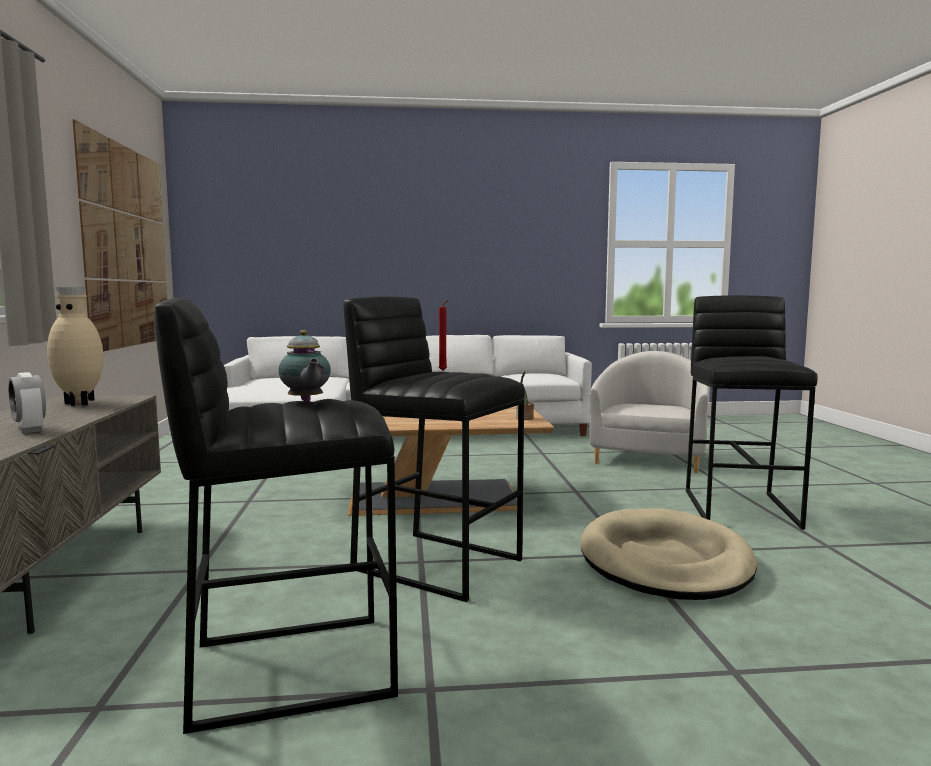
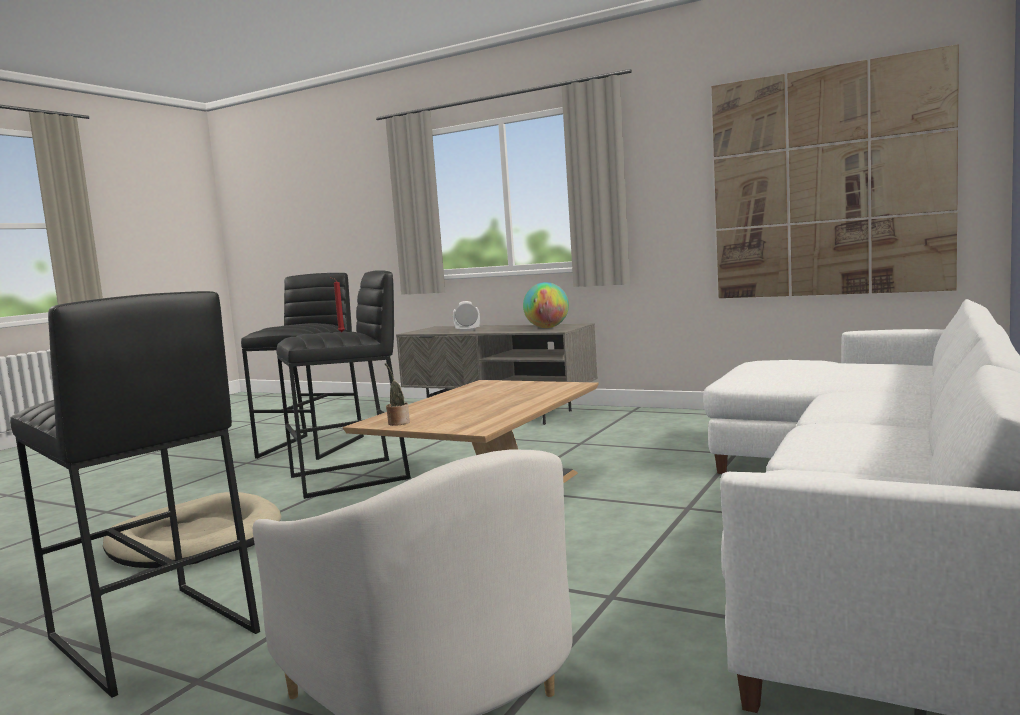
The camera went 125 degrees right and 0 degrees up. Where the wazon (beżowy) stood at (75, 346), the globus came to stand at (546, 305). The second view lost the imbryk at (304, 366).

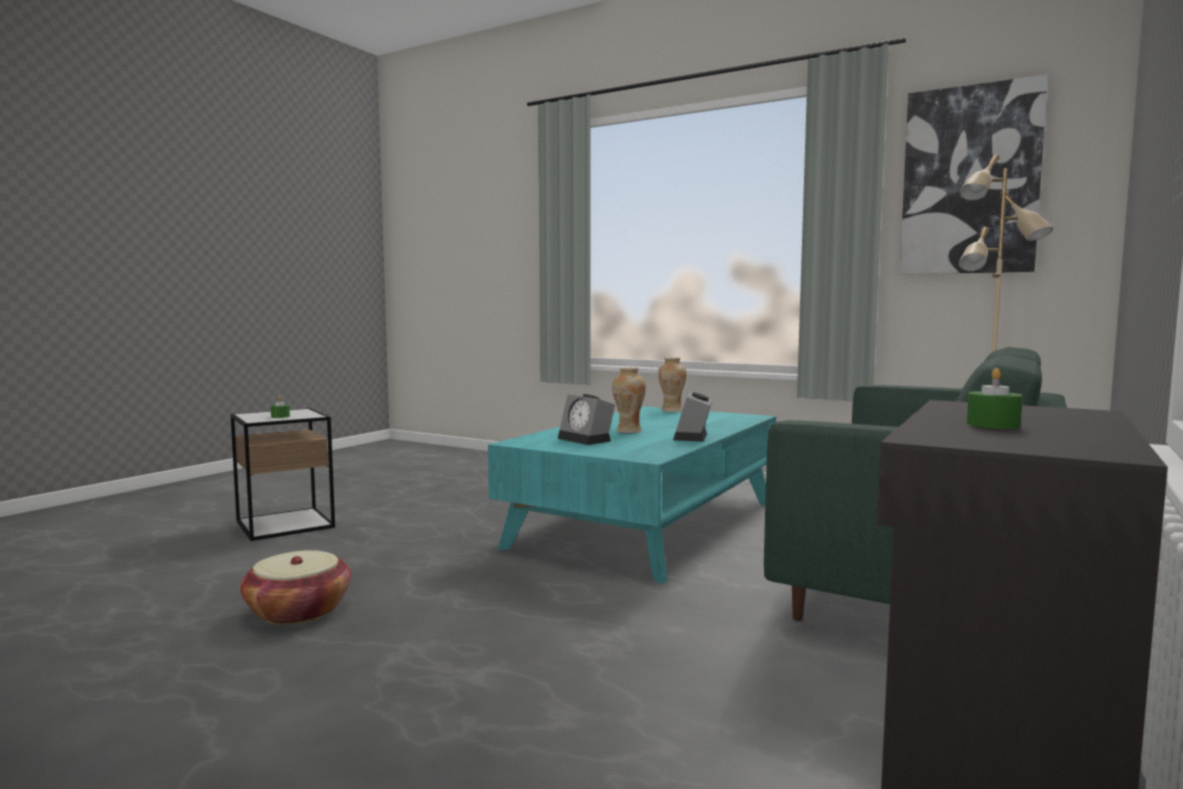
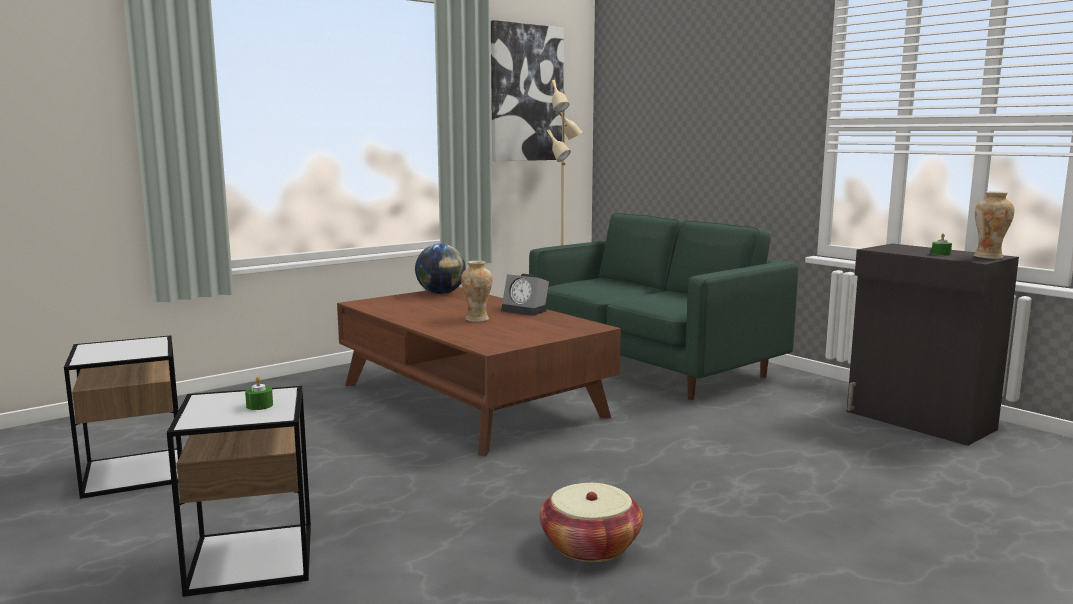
The camera went 70 degrees left and 5 degrees up. The second view gained the stolik at (123, 417). What was the ława (turkusowy) at (632, 495) turned into the ława (brązowy) at (479, 371). The second view gained the globus at (440, 269). The wazon ended up elsewhere, having gone from (672, 384) to (994, 225). The second view lost the budzik at (586, 419).

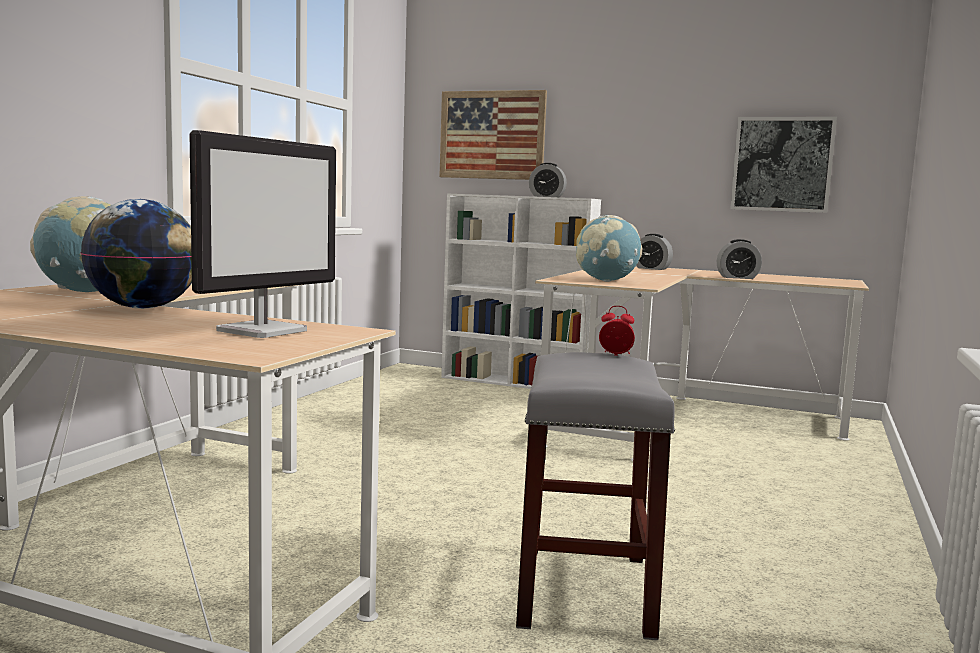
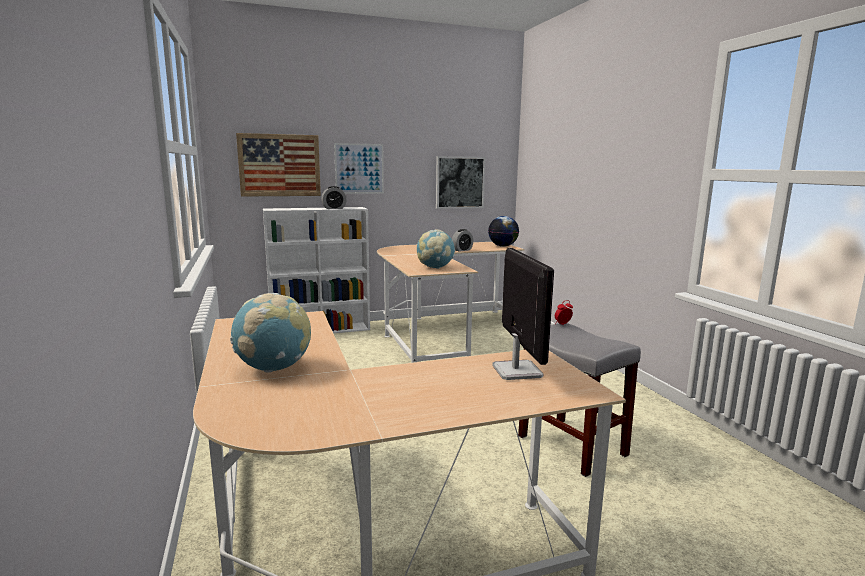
The camera went 40 degrees left and 5 degrees up. The second view gained the obraz at (359, 168). The globus ended up elsewhere, having gone from (136, 254) to (503, 231). The second view lost the budzik at (654, 252).

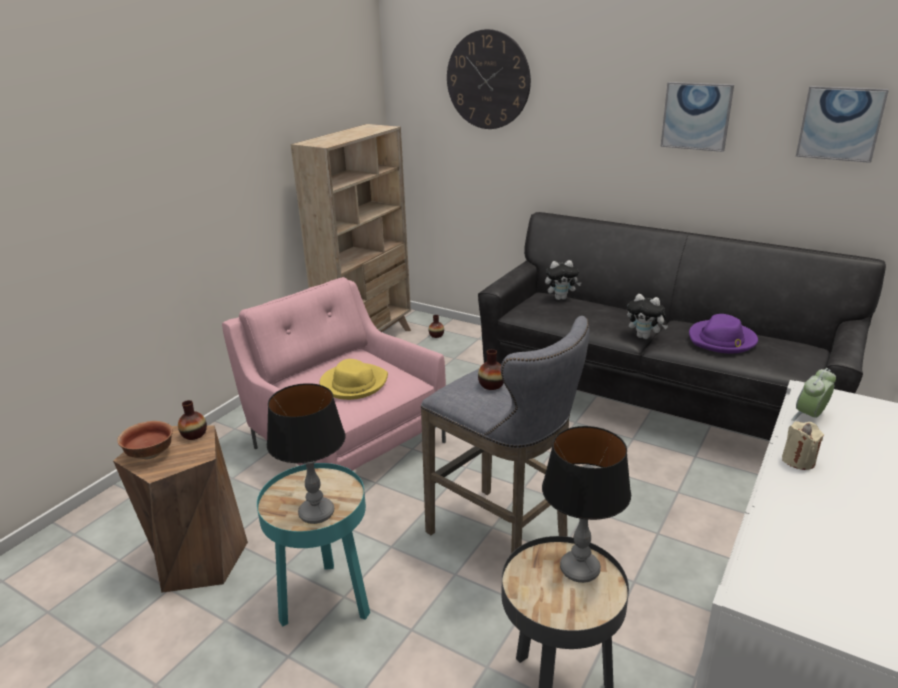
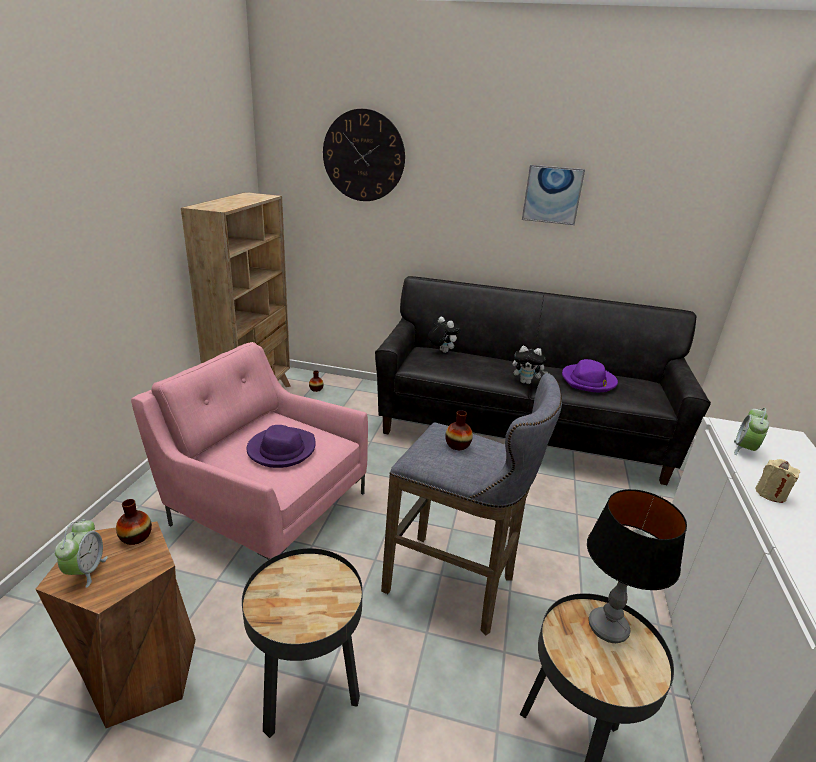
The camera went 20 degrees left and 0 degrees up. Where the miska stood at (145, 440), the budzik came to stand at (81, 553). What was the stolik (turkusowy) at (313, 545) turned into the stolik (czarny) at (302, 643). What was the kapelusz (żółty) at (353, 379) turned into the kapelusz (fioletowy) at (281, 446). The pluszak at (563, 280) ended up facing another way, 105 degrees counterclockwise from before. The second view lost the lampa stołowa at (306, 453). The second view lost the obraz at (842, 124).

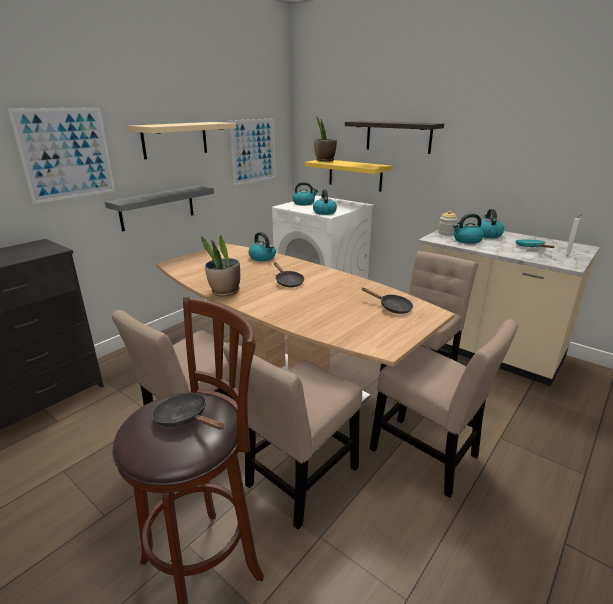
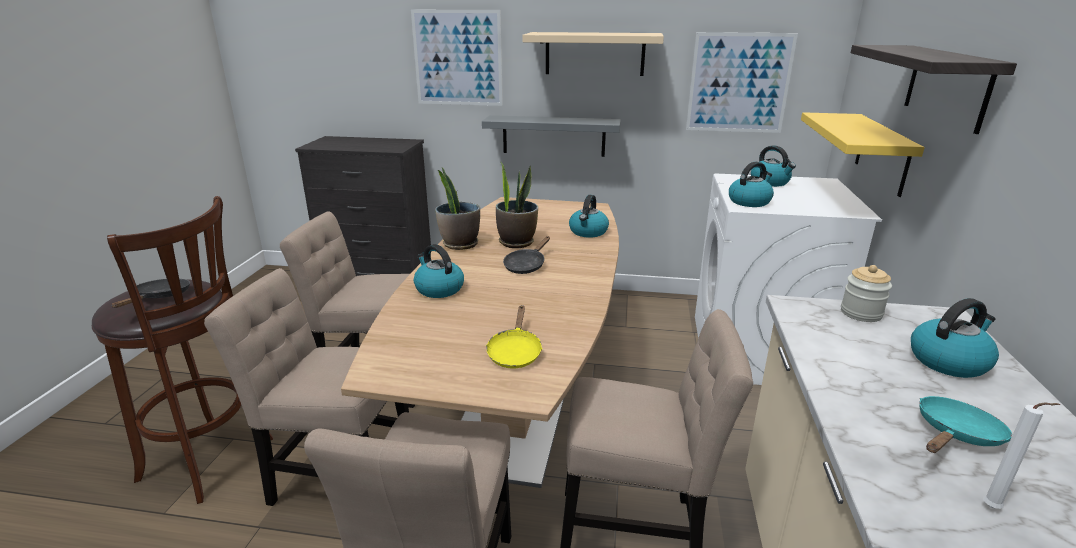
The camera went 60 degrees right and 0 degrees up. The czajnik ended up elsewhere, having gone from (468, 228) to (439, 271). What was the patelnia (czarny) at (387, 301) turned into the patelnia (żółty) at (514, 336). The roślina doniczkowa ended up elsewhere, having gone from (325, 139) to (517, 205).

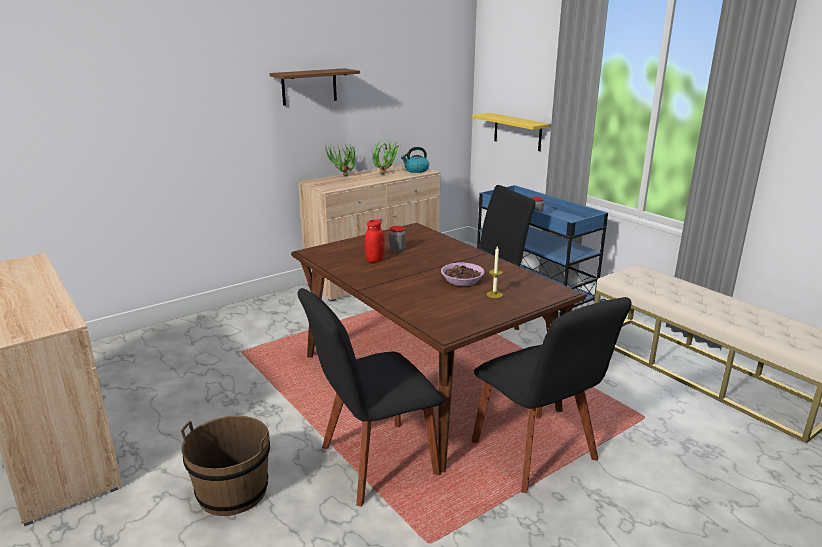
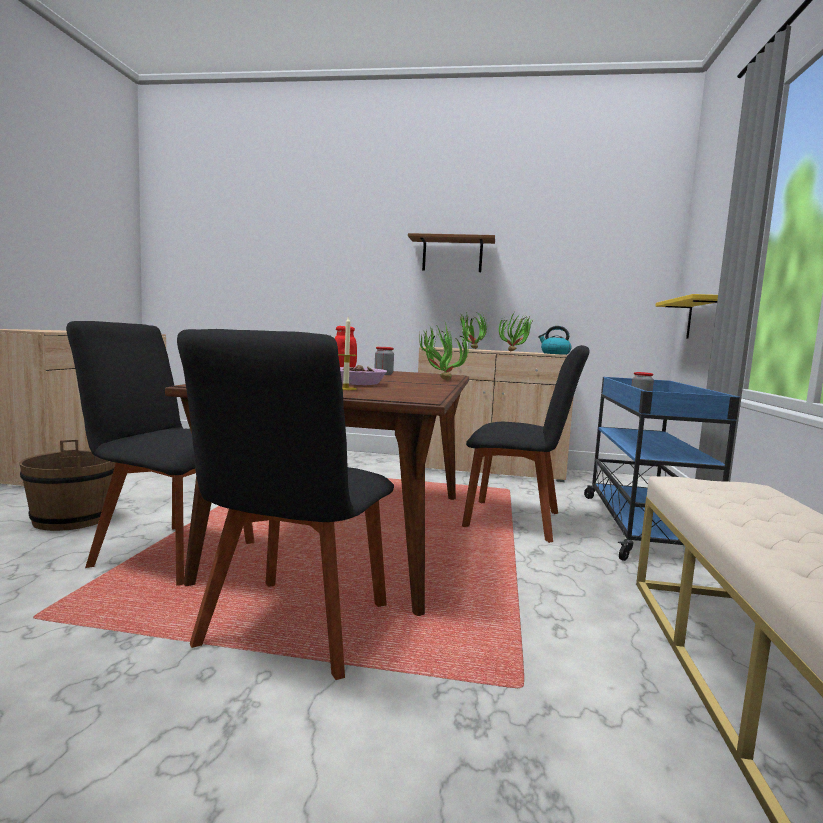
The camera went 45 degrees right and 15 degrees down. The second view gained the roślina doniczkowa at (444, 351).

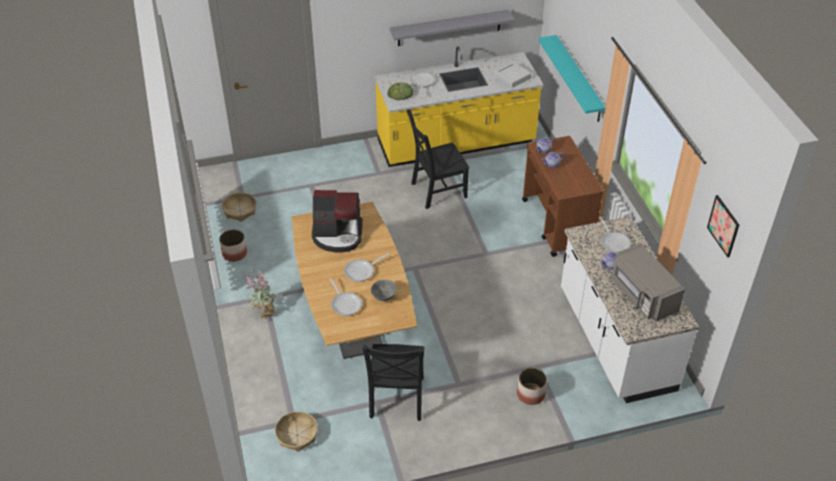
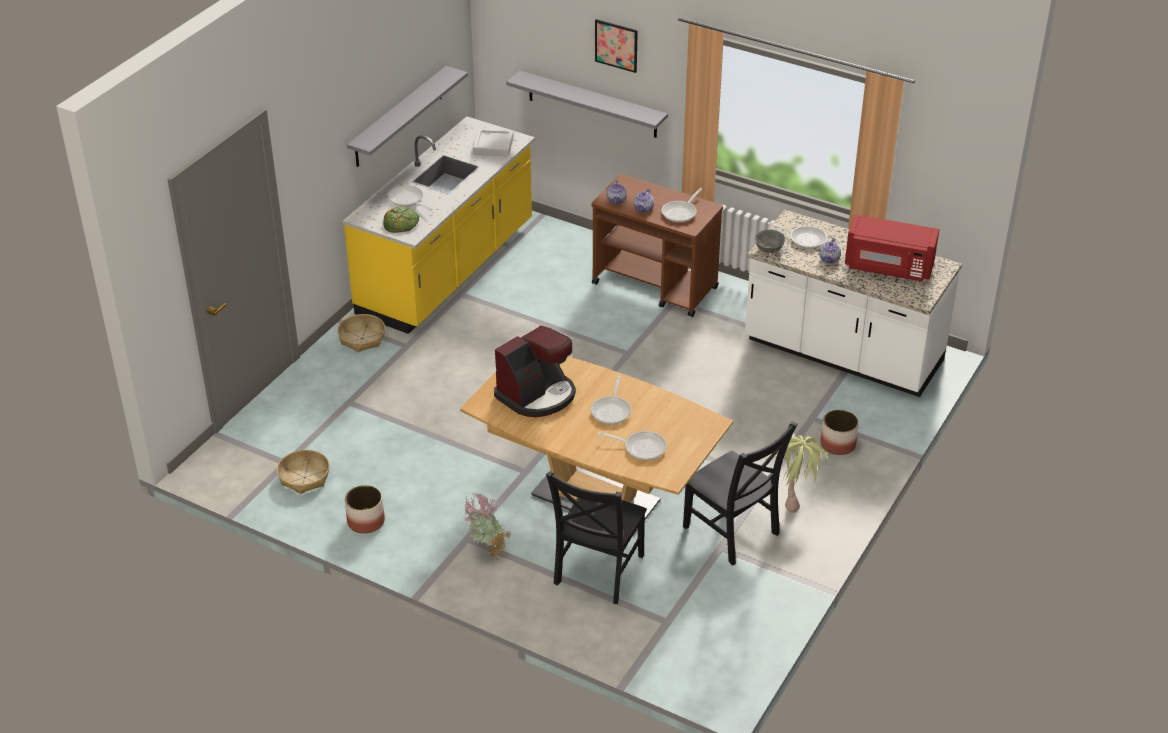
The camera went 45 degrees left and 5 degrees down. The koszyk ended up elsewhere, having gone from (296, 431) to (361, 333). What was the półka (turkusowy) at (572, 78) turned into the półka (szary) at (587, 104). The krzesło (czarny) ended up elsewhere, having gone from (438, 159) to (596, 537). The obraz ended up elsewhere, having gone from (723, 226) to (616, 46). The second view gained the patelnia at (681, 205). The miska (szary) ended up elsewhere, having gone from (384, 291) to (769, 241). The second view gained the roślina doniczkowa at (800, 474). What was the mikrofalówka (szary) at (648, 282) turned into the mikrofalówka (czerwony) at (892, 247).

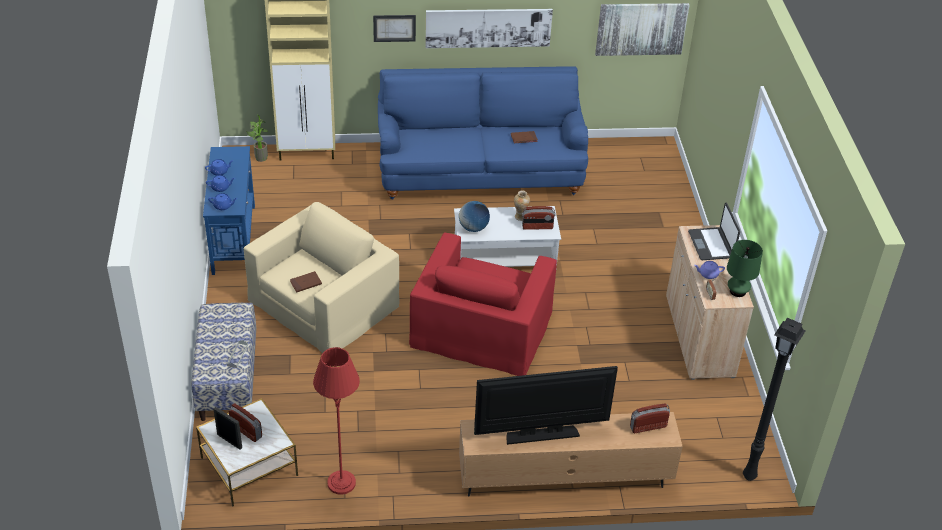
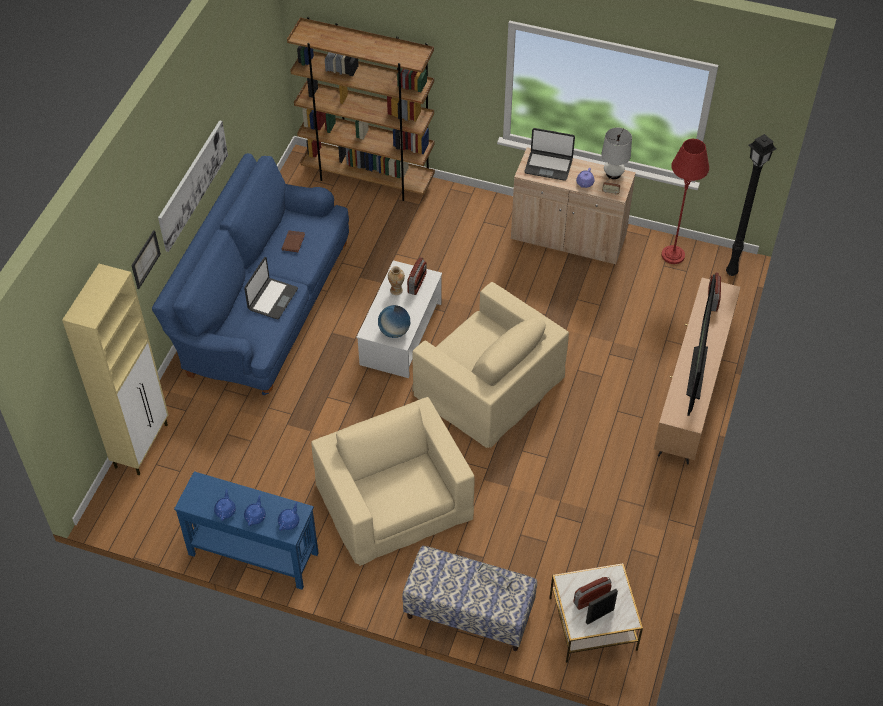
The camera went 65 degrees left and 10 degrees up. The second view gained the laptop at (271, 288). The second view gained the regał (brązowy) at (361, 109). What was the fotel (czerwony) at (483, 304) turned into the fotel (beżowy) at (490, 365). What was the lampa stołowa (zielony) at (745, 268) turned into the lampa stołowa (biały) at (616, 153). The lampa stojąca (czerwony) ended up elsewhere, having gone from (336, 421) to (685, 201). The second view lost the roślina doniczkowa at (257, 138). The second view lost the książka (brązowy) at (306, 282). The second view lost the obraz at (642, 29).

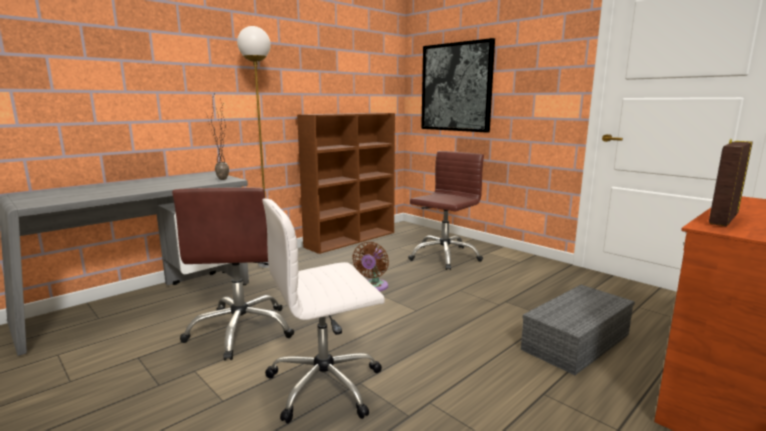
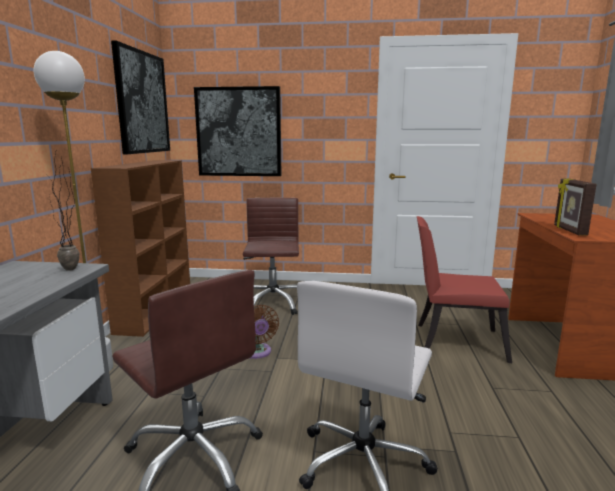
The camera went 40 degrees left and 0 degrees up. The second view gained the obraz at (140, 97). Where the pojemnik do przechowywania (szary) stood at (578, 330), the krzesło (czerwony) came to stand at (464, 289).

